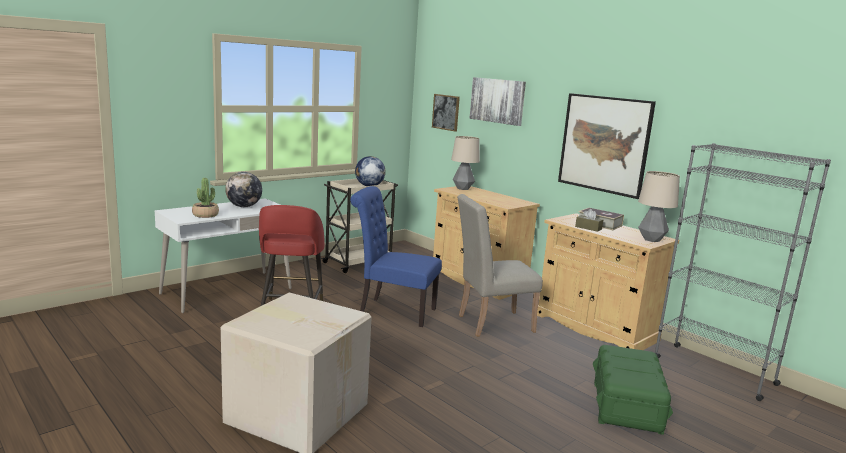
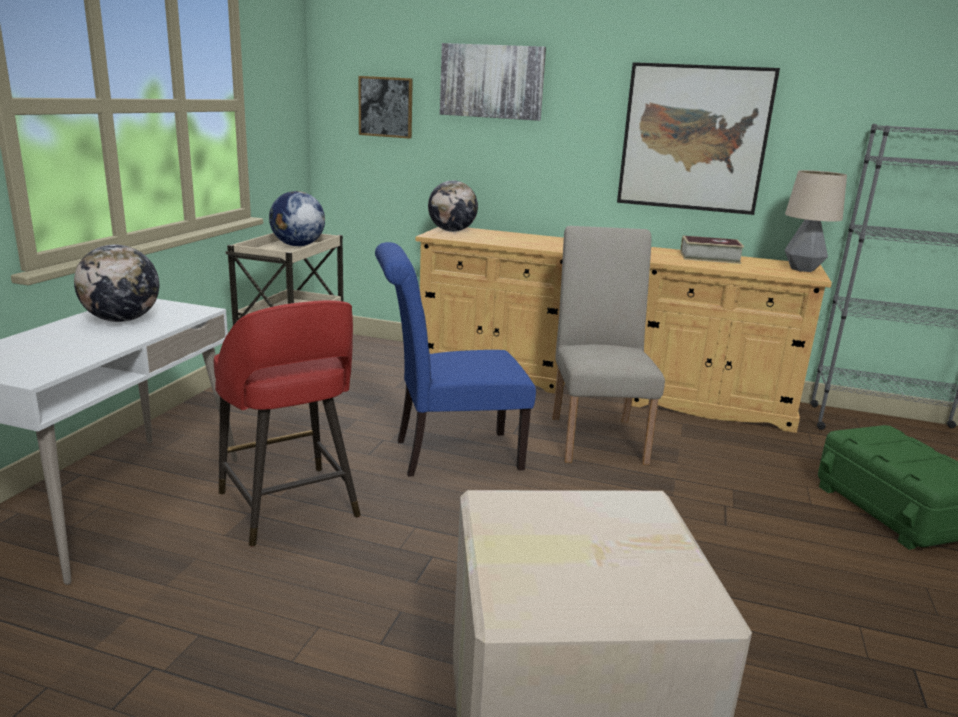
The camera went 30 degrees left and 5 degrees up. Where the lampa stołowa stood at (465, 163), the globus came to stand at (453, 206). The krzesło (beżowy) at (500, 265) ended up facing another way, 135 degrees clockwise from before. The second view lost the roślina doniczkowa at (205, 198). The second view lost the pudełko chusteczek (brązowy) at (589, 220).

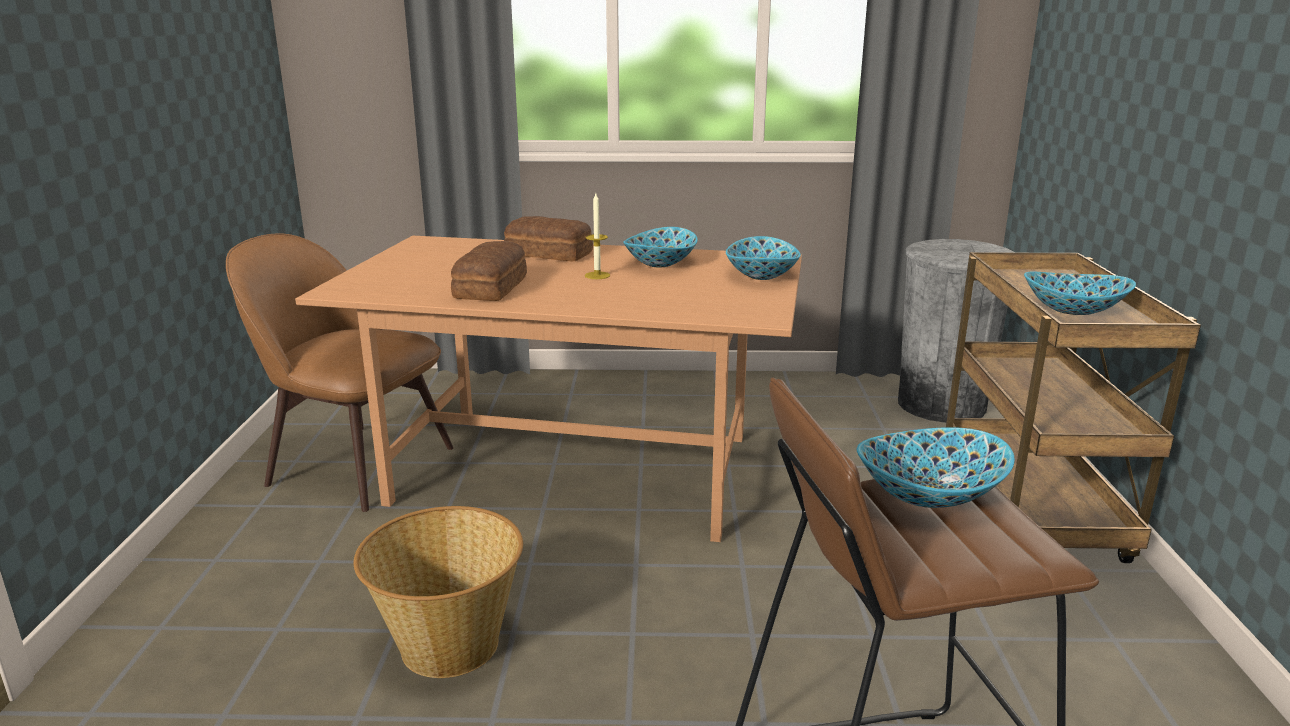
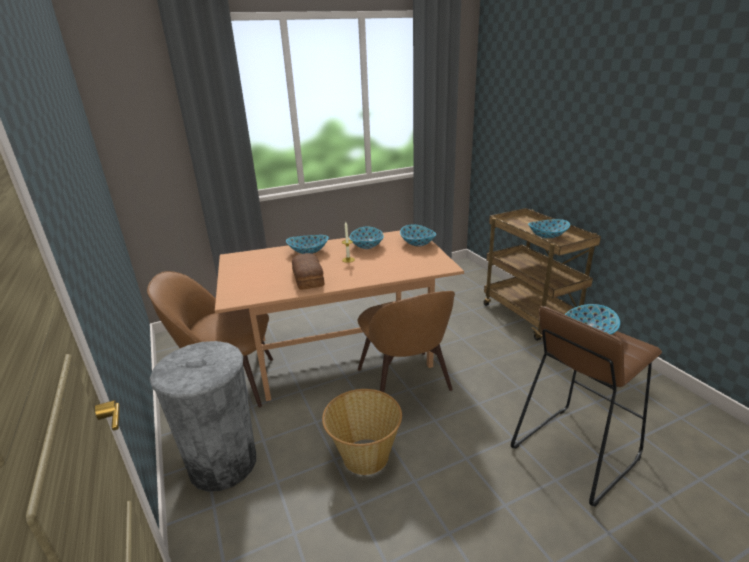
The camera went 25 degrees left and 5 degrees up. The kosz na śmieci (szary) ended up elsewhere, having gone from (956, 331) to (203, 416). Where the chleb stood at (548, 238), the miska came to stand at (307, 244). The second view gained the krzesło (brązowy) at (406, 341).

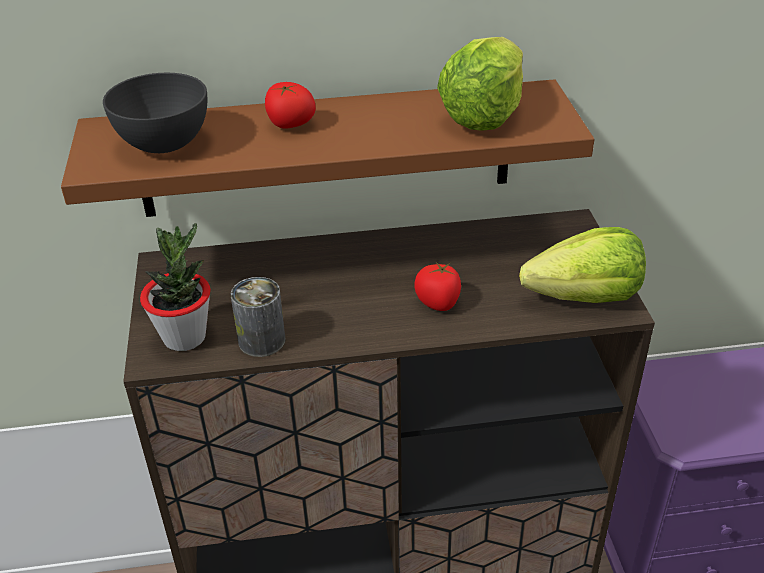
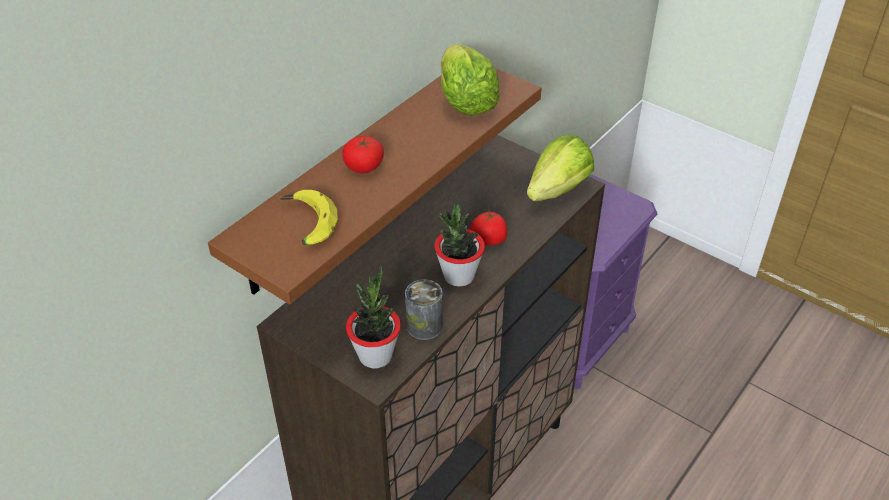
The camera went 45 degrees left and 5 degrees up. Where the miska (szary) stood at (155, 113), the banan came to stand at (309, 217). The second view gained the roślina doniczkowa at (459, 245).

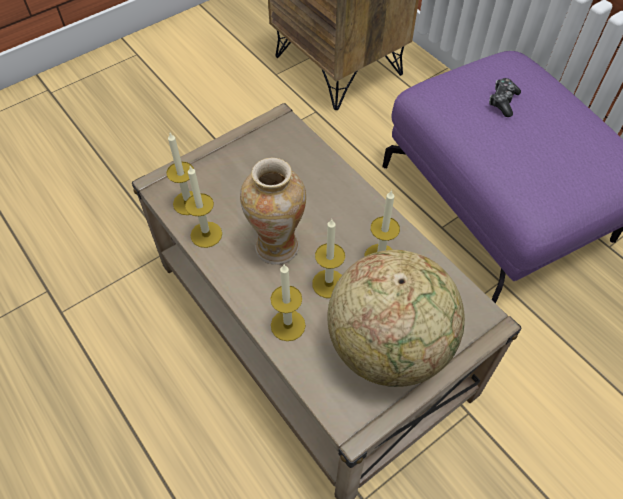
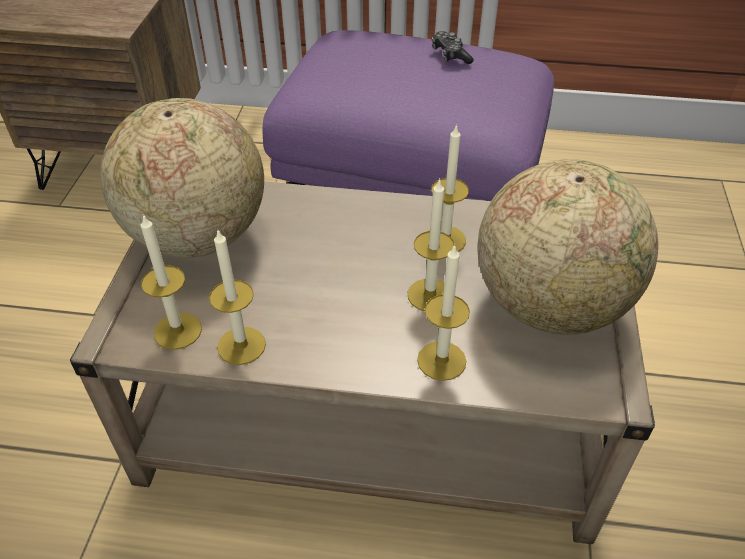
The camera went 45 degrees left and 10 degrees down. The second view gained the globus at (182, 177). The pad do gier ended up elsewhere, having gone from (505, 97) to (453, 47). The second view lost the wazon at (273, 211).

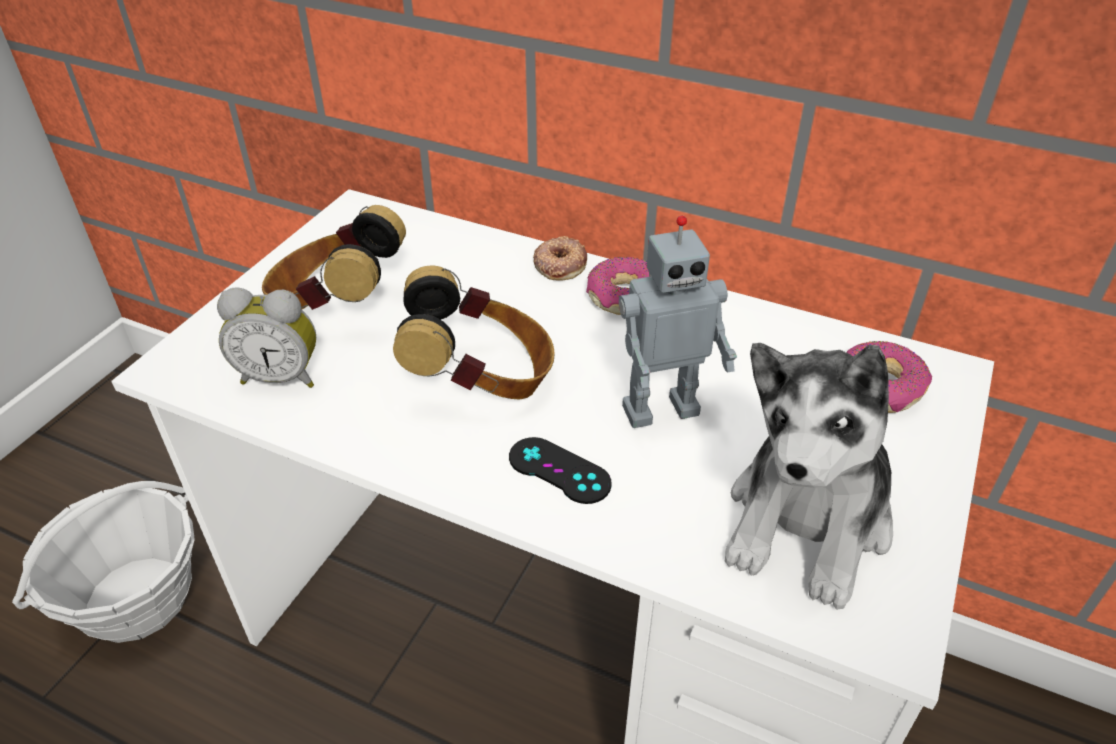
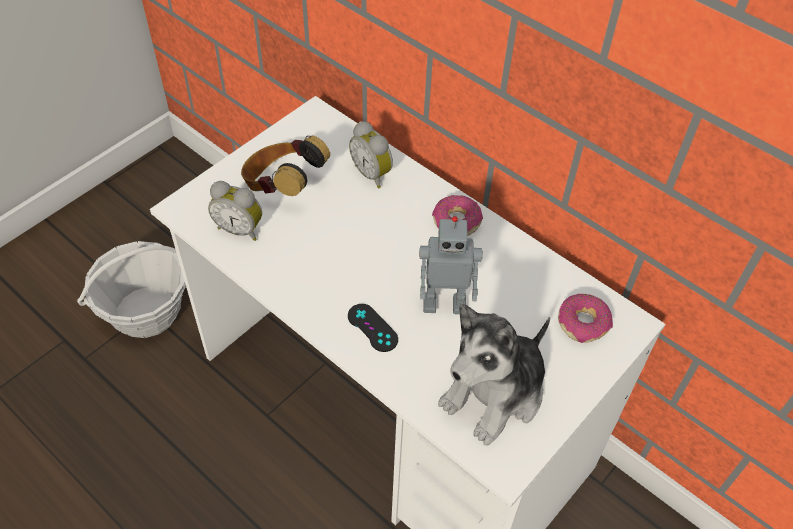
The camera went 15 degrees right and 10 degrees up. The second view gained the budzik at (371, 154). The second view lost the słuchawki at (474, 332). The second view lost the donut at (560, 258).

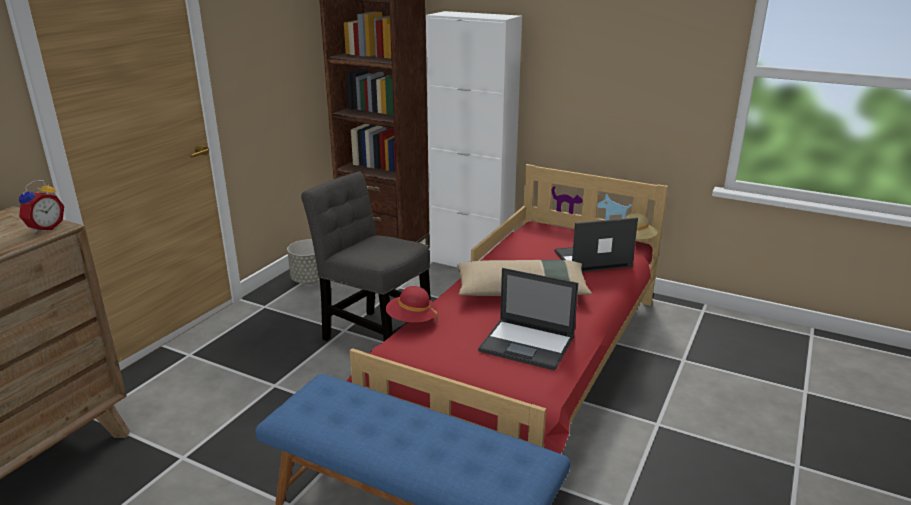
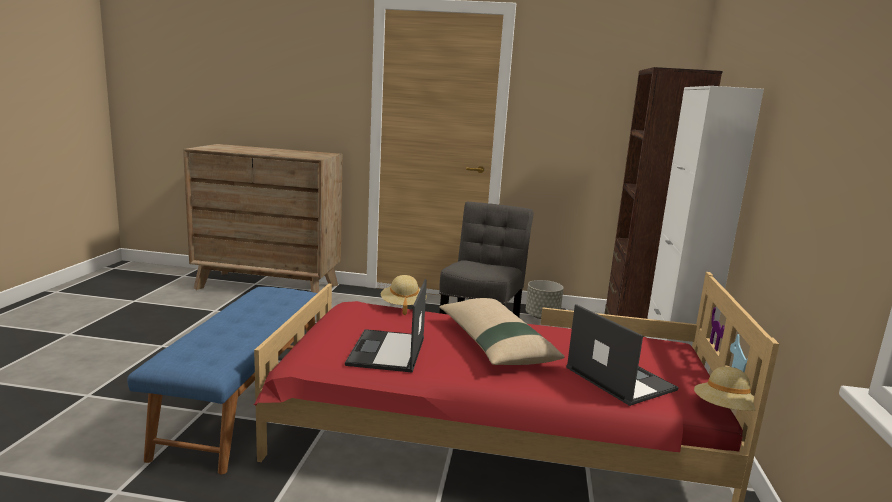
The camera went 70 degrees right and 10 degrees down. What was the kapelusz (czerwony) at (412, 304) turned into the kapelusz (beżowy) at (404, 295). The second view lost the budzik at (41, 206).

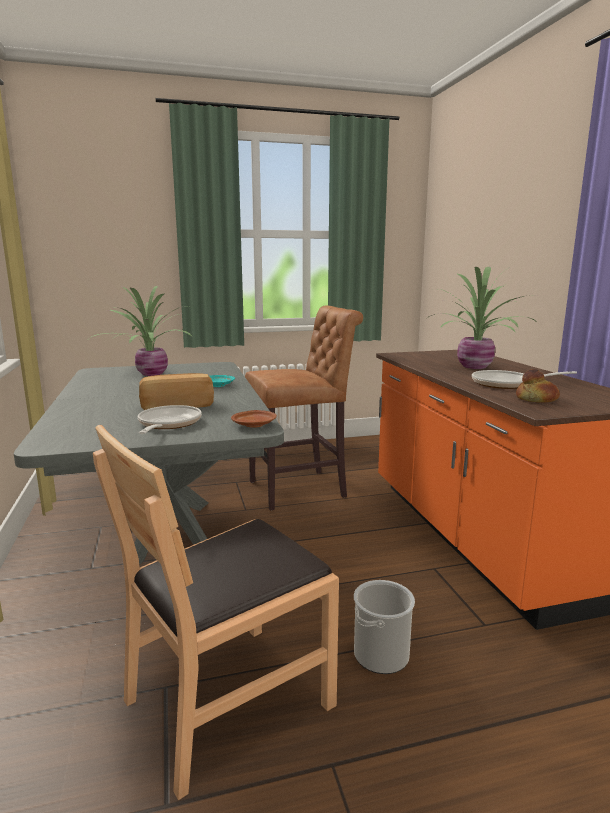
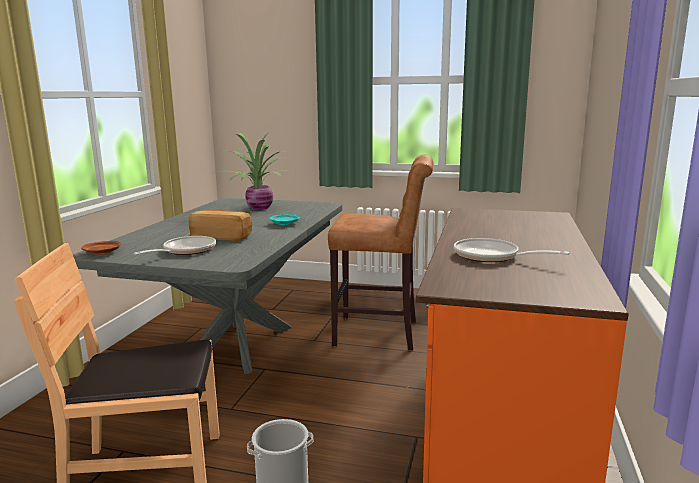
The camera went 30 degrees right and 0 degrees up. The talerz (brązowy) ended up elsewhere, having gone from (254, 419) to (101, 248). The second view lost the roślina doniczkowa at (480, 318). The second view lost the chleb at (538, 386).

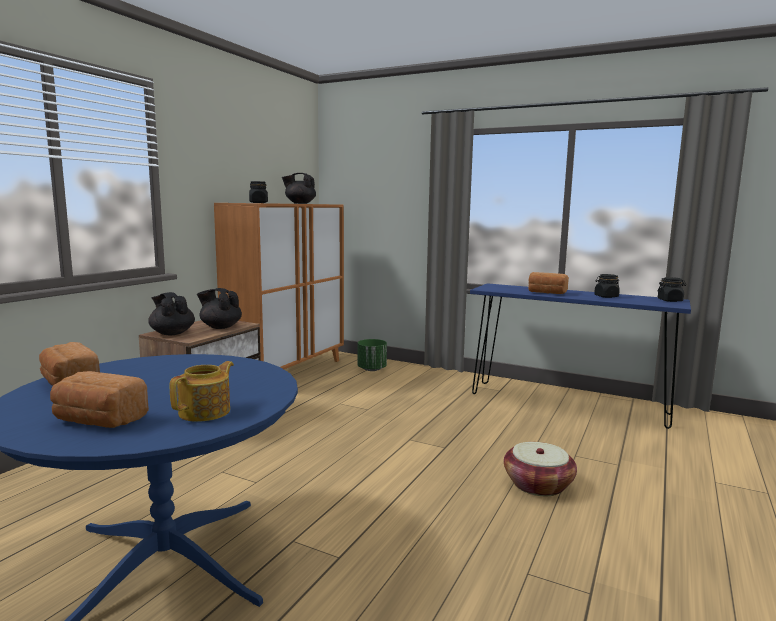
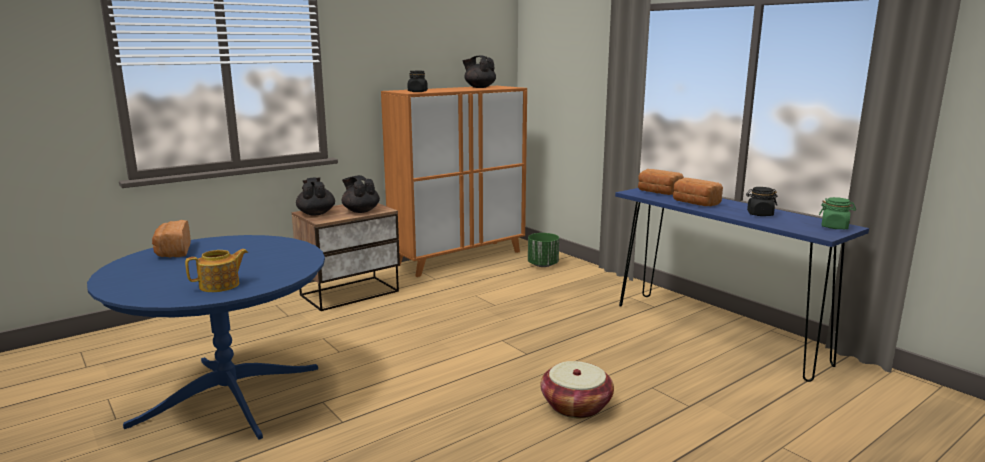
The camera went 25 degrees right and 5 degrees up. The chleb ended up elsewhere, having gone from (99, 399) to (661, 182). What was the słoik (czarny) at (672, 289) turned into the słoik (zielony) at (837, 213).

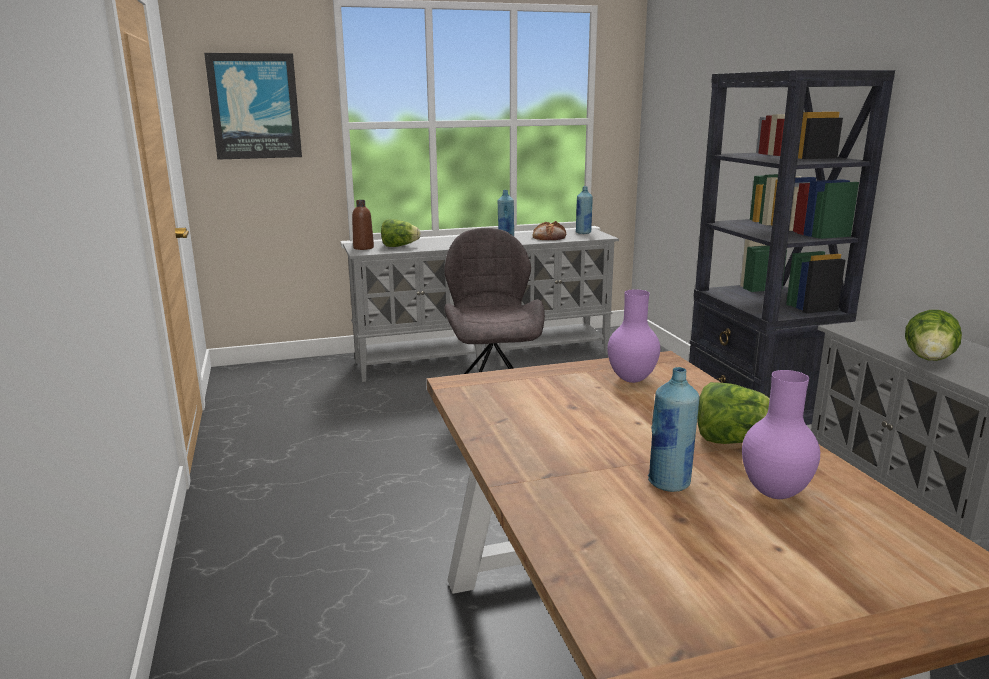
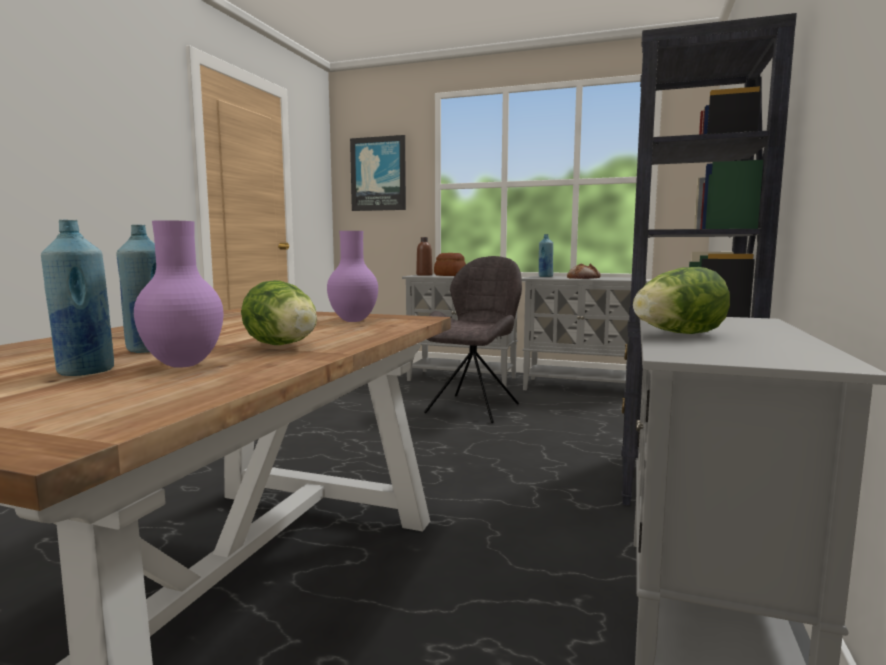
The camera went 35 degrees right and 10 degrees down. The butelka (niebieski) ended up elsewhere, having gone from (584, 210) to (77, 298). Where the sałata stood at (401, 233), the chleb came to stand at (450, 264).

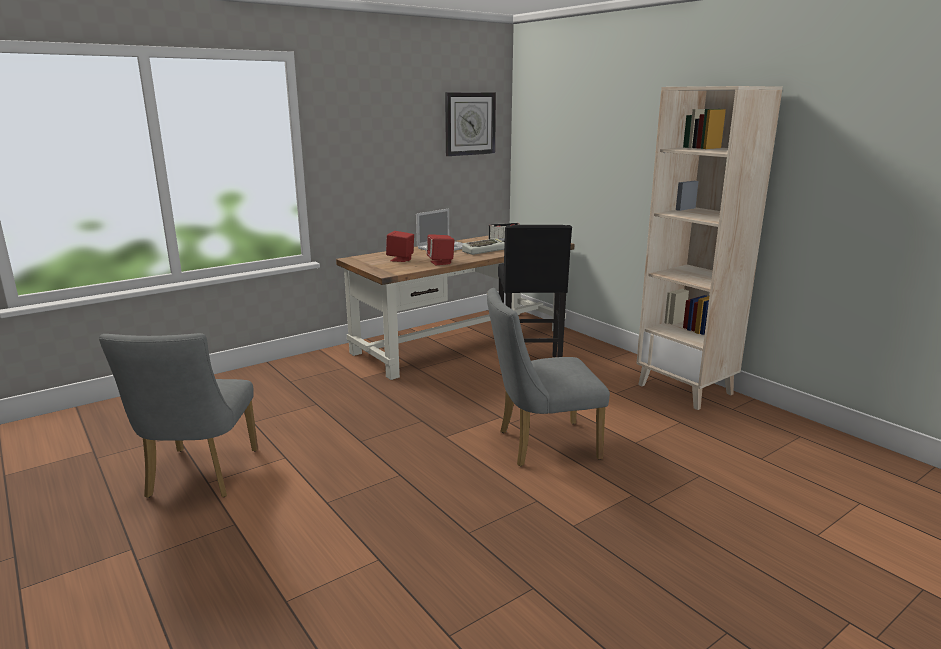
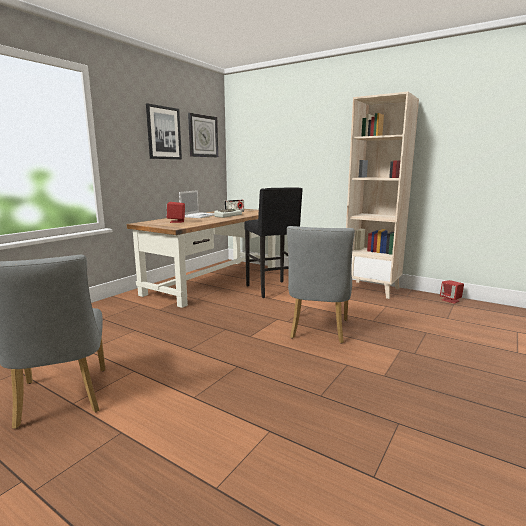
The camera went 20 degrees left and 5 degrees down. The second view gained the obraz at (164, 131). The krzesło (szary) at (548, 377) ended up facing another way, 45 degrees counterclockwise from before. The głośnik (czerwony) ended up elsewhere, having gone from (440, 250) to (452, 292).

